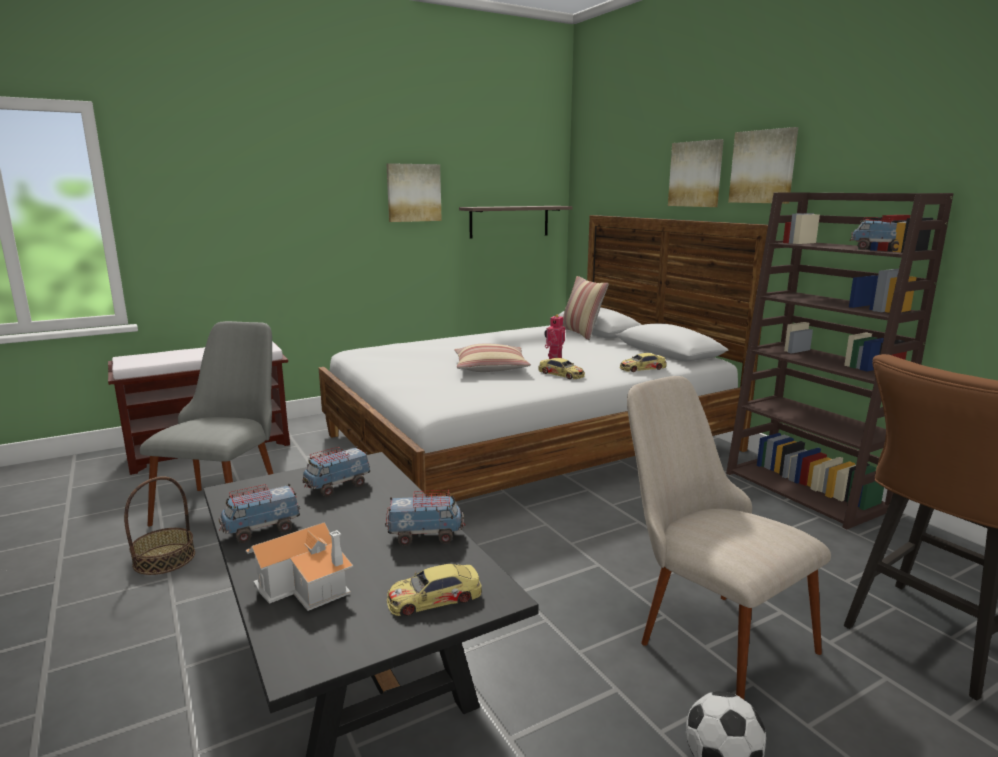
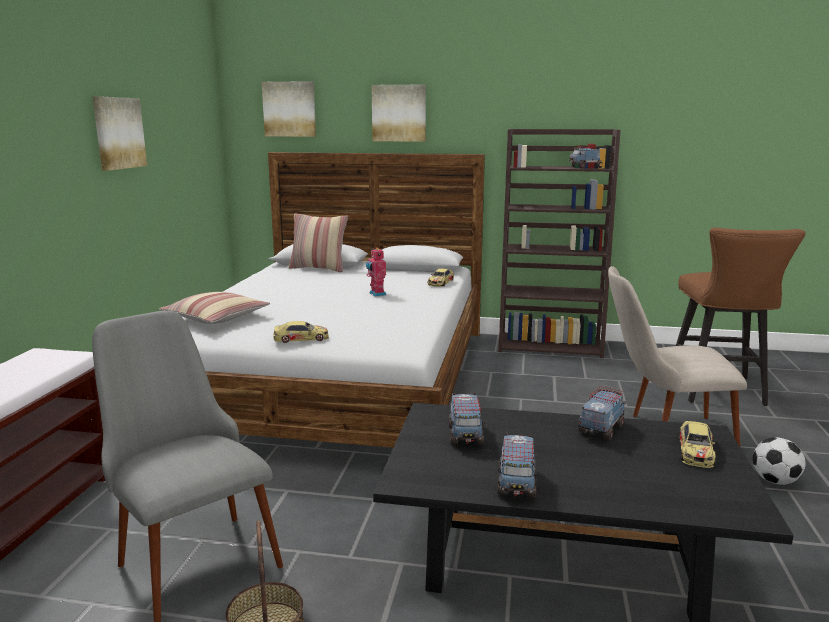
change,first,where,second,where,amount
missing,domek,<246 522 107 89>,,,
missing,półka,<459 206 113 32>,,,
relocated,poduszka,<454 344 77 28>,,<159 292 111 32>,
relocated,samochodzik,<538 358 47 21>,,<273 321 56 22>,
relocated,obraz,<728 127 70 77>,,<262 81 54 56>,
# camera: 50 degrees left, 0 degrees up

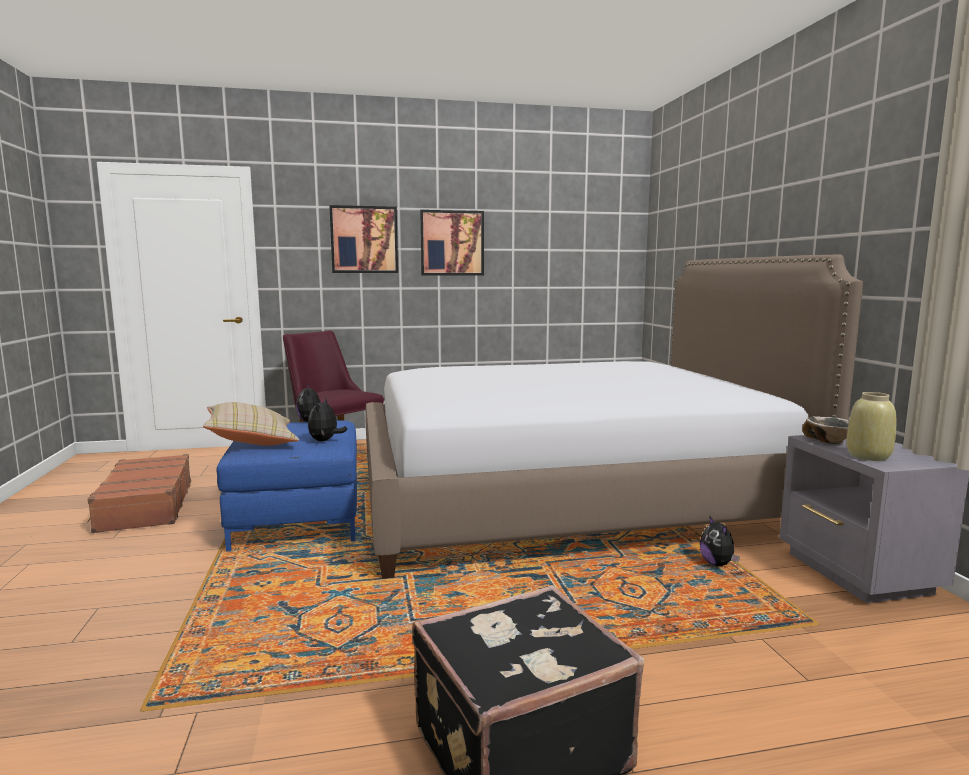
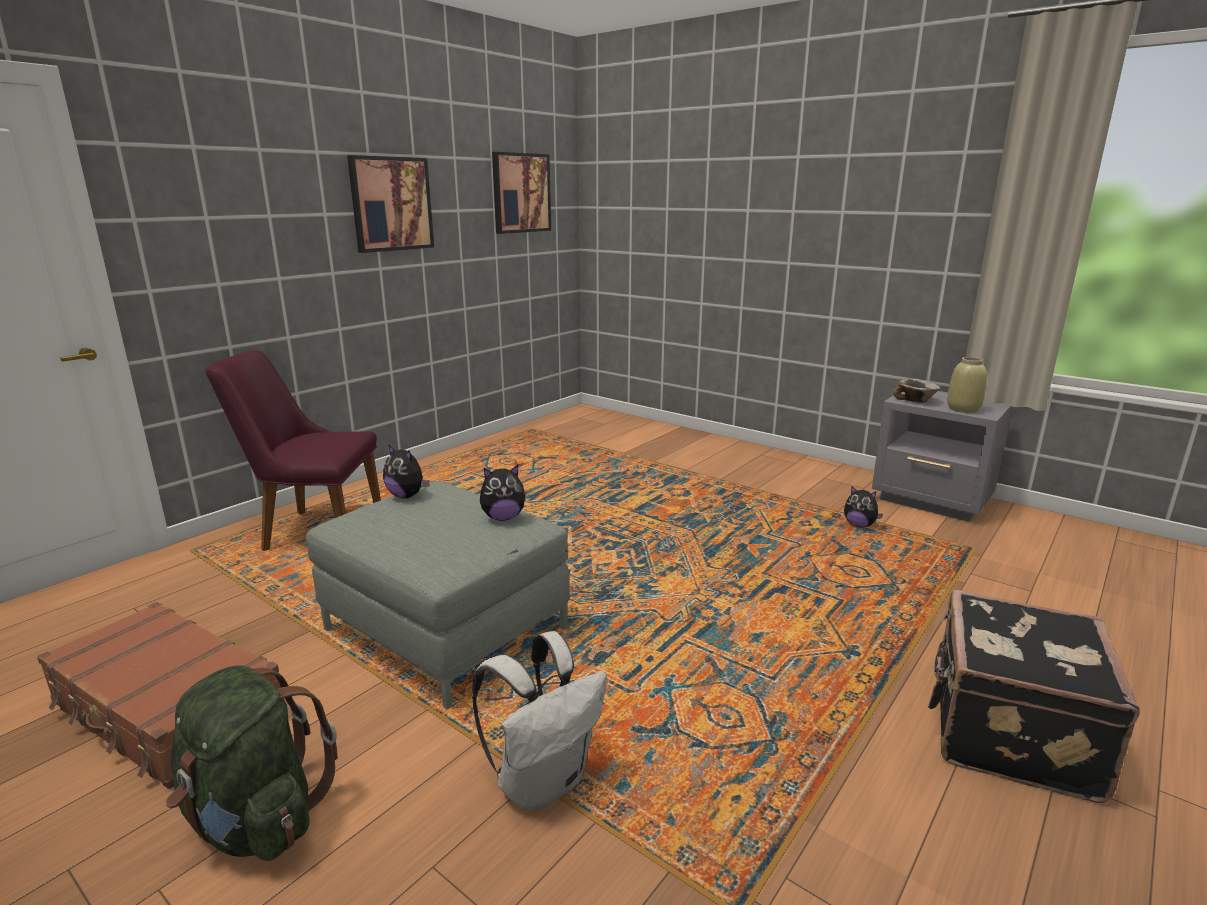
change,first,where,second,where,amount
missing,poduszka [beżowy],<203 402 96 44>,,,
missing,łóżko,<365 254 498 325>,,,
appeared,,,plecak [zielony],<166 666 172 195>,
appeared,,,plecak [biały],<472 631 135 180>,
relocated,obraz,<329 205 69 68>,,<492 152 59 82>,
colour,pufa [niebieski],<216 420 141 132>,pufa [szary],<306 481 264 228>,
spun,pluszak,<308 397 39 44>,,<480 465 47 56>,75 degrees counterclockwise
# camera: 40 degrees left, 10 degrees up

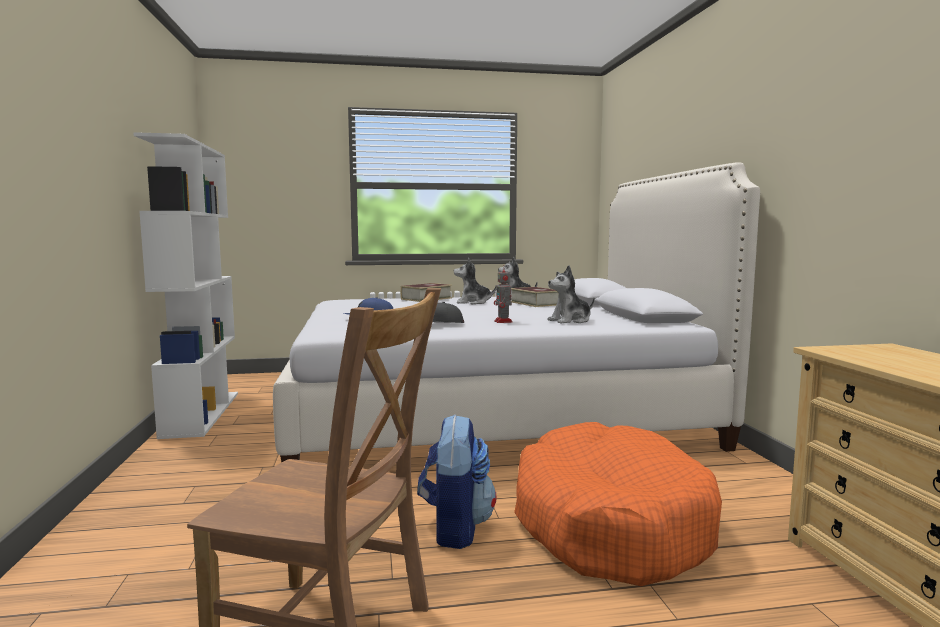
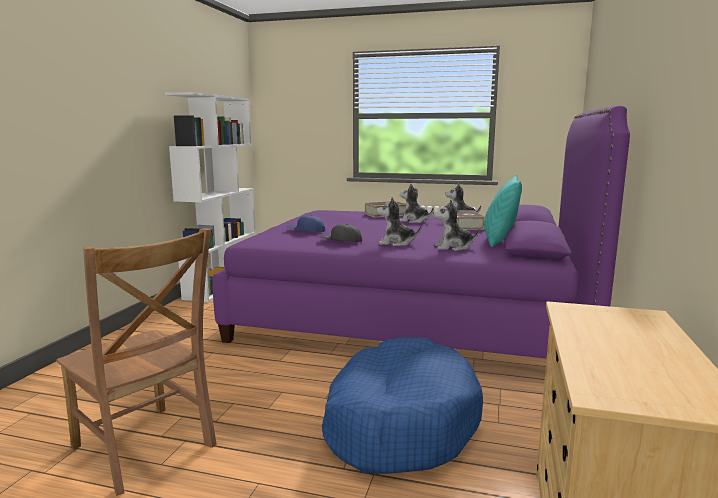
change,first,where,second,where,amount
missing,plecak,<417 414 80 135>,,,
appeared,,,poduszka [turkusowy],<484 175 38 72>,
exchanged,robot zabawkowy,<494 266 19 57>,pluszak,<377 197 44 49>,
colour,łóżko [biały],<273 163 487 299>,łóżko [fioletowy],<212 106 418 253>,
colour,legowisko [pomarańczowy],<514 422 208 164>,legowisko [niebieski],<322 337 161 137>,
# camera: 25 degrees right, 5 degrees up

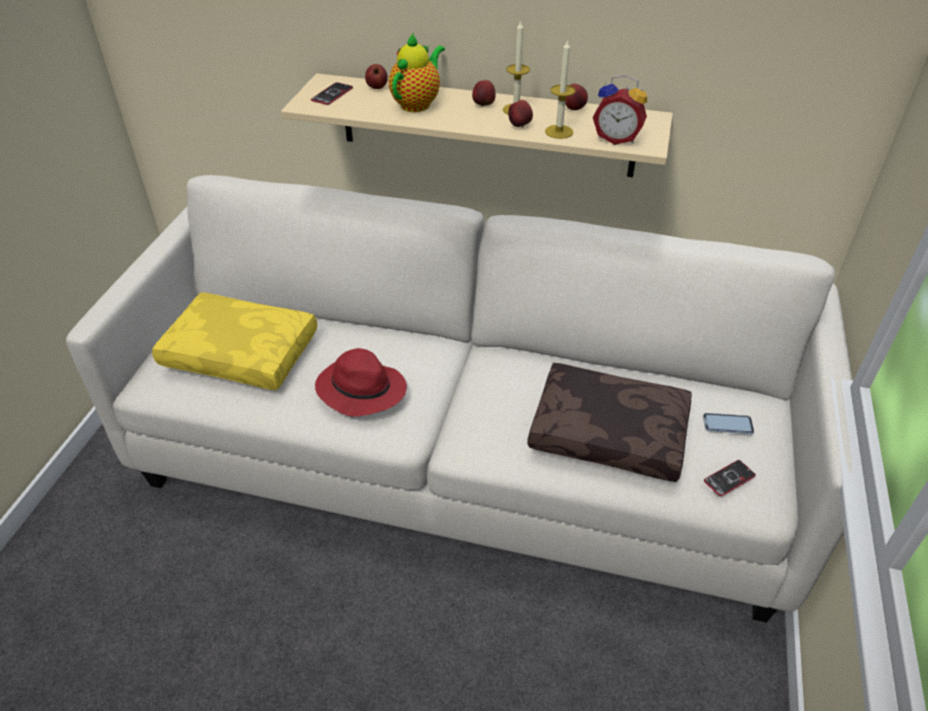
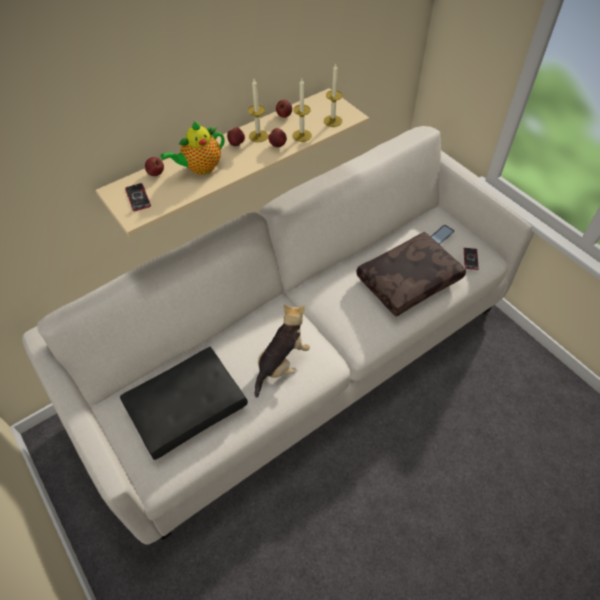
change,first,where,second,where,amount
exchanged,kapelusz [czerwony],<315 348 92 69>,pluszak,<255 305 55 93>,
exchanged,budzik,<593 75 54 70>,świeca,<324 64 19 63>,
colour,poduszka [żółty],<152 292 165 98>,poduszka [czarny],<120 347 128 113>,
spun,imbryk,<389 32 56 80>,,<160 121 65 54>,105 degrees counterclockwise
# camera: 50 degrees left, 10 degrees up

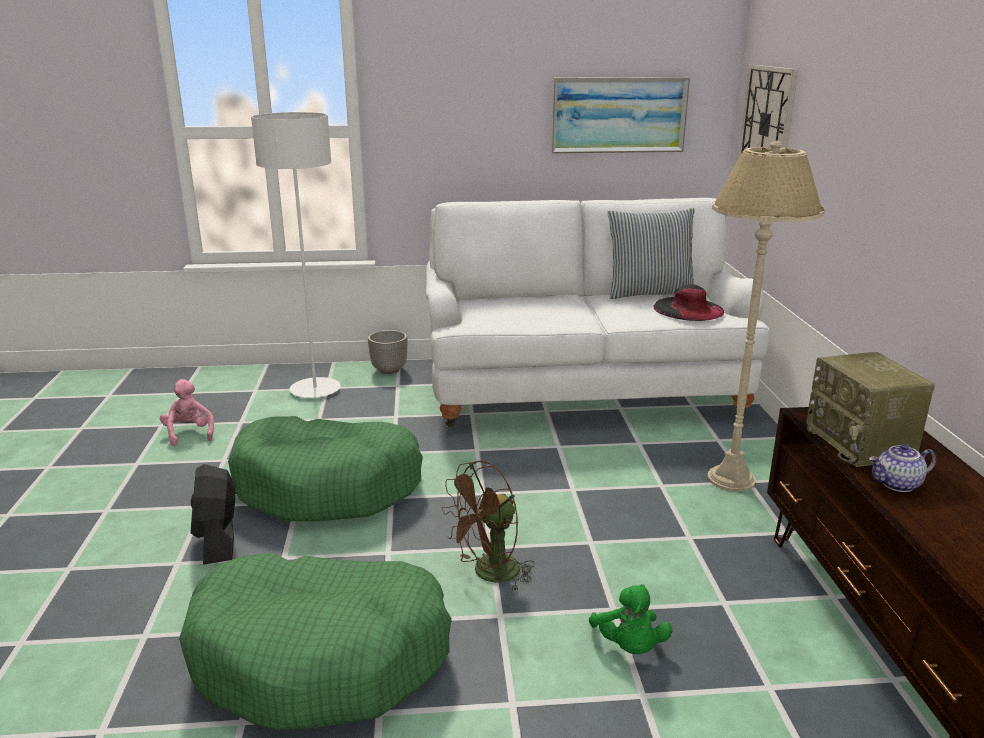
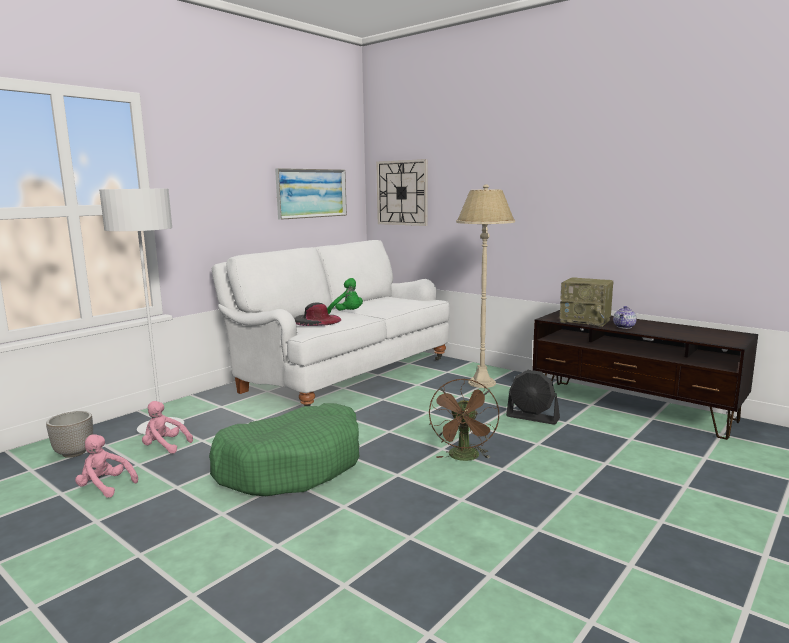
change,first,where,second,where,amount
missing,legowisko [zielony],<179 553 273 177>,,,
missing,poduszka,<607 208 88 91>,,,
appeared,,,pluszak [różowy],<142 401 51 53>,
relocated,wentylator [czarny],<190 464 46 101>,,<506 370 54 55>,
relocated,donica,<368 330 40 44>,,<46 411 47 47>,
relocated,pluszak [zielony],<589 584 83 70>,,<327 278 36 36>,
relocated,kapelusz [czarny],<653 284 71 37>,,<294 303 47 23>,
# camera: 45 degrees left, 10 degrees down

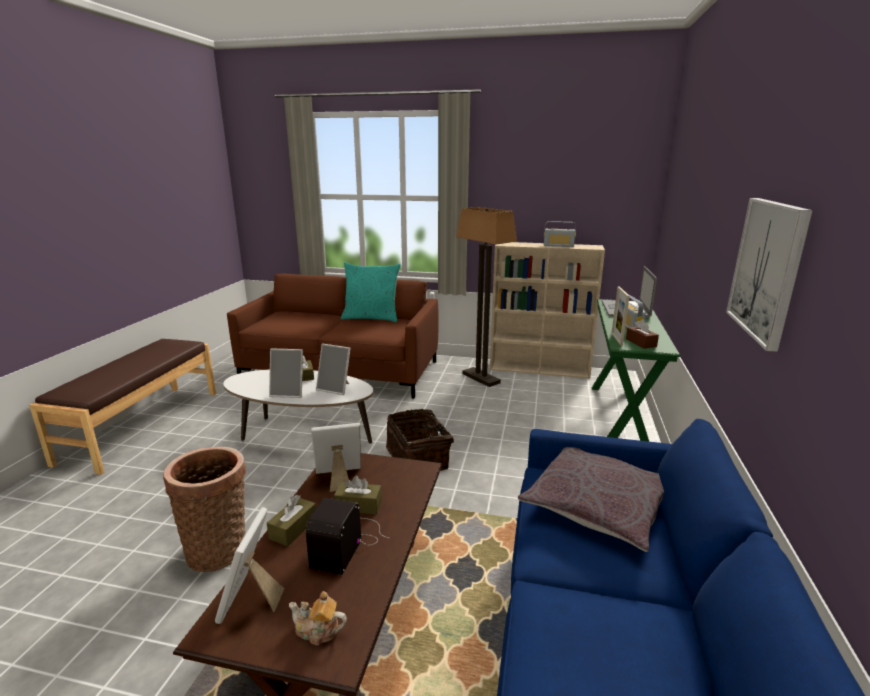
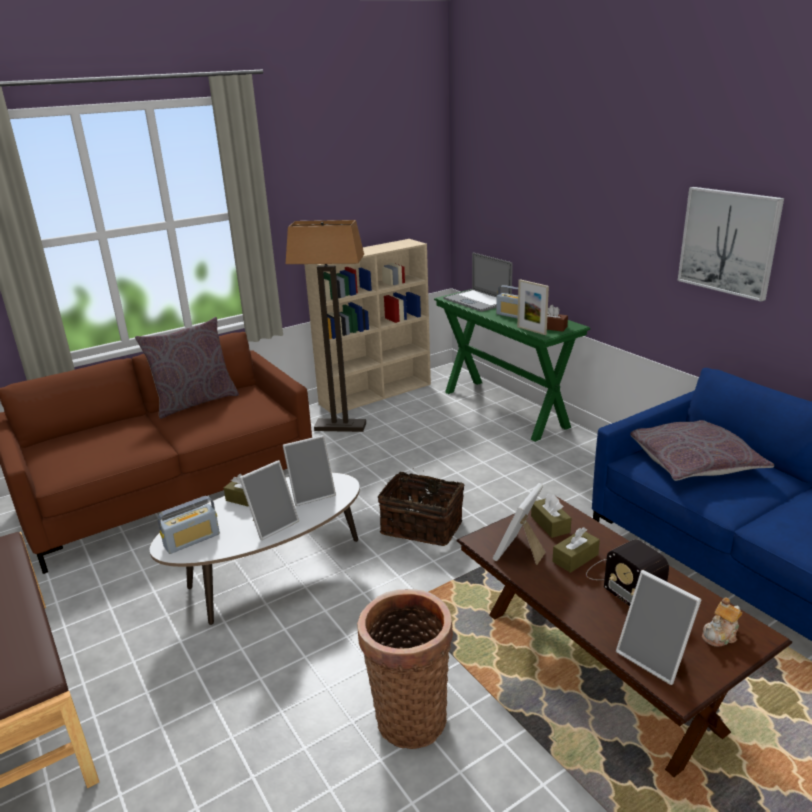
change,first,where,second,where,amount
relocated,pudełko chusteczek [brązowy],<267 495 49 51>,,<531 494 41 44>,
relocated,radio,<544 221 32 26>,,<158 496 62 58>,
colour,poduszka [turkusowy],<341 262 60 60>,poduszka [szary],<135 317 104 102>,
# camera: 45 degrees left, 5 degrees up

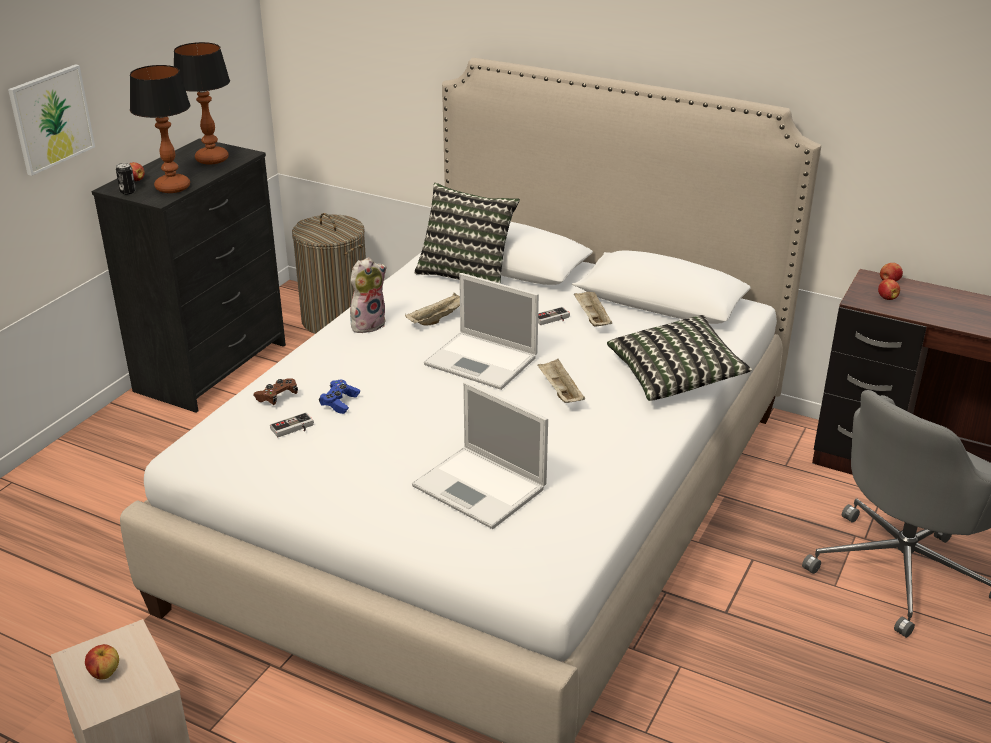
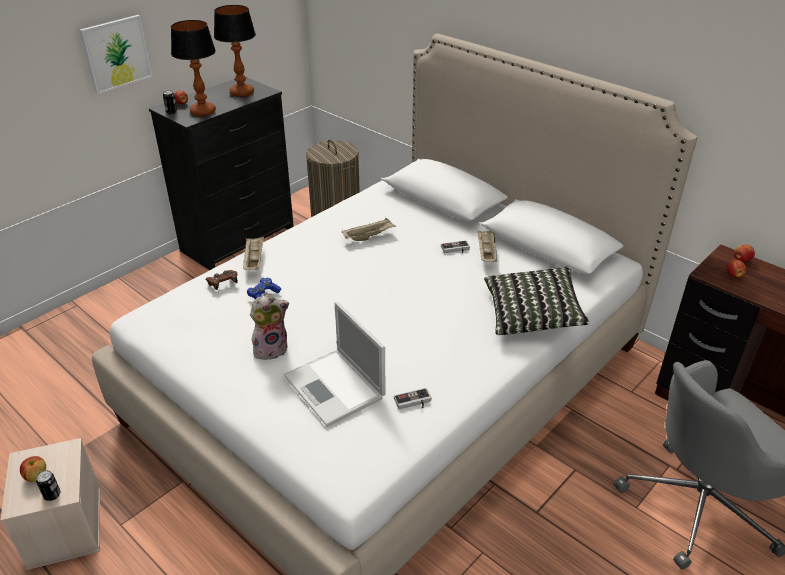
change,first,where,second,where,amount
missing,poduszka,<414 183 106 101>,,,
missing,laptop,<424 273 115 117>,,,
appeared,,,puszka,<36 470 24 31>,
relocated,pad do gier,<270 412 44 25>,,<394 388 37 21>,
relocated,pluszak,<350 257 37 76>,,<250 295 39 65>,
relocated,taca [beżowy],<537 359 48 44>,,<243 237 21 33>,
# camera: 15 degrees right, 5 degrees up

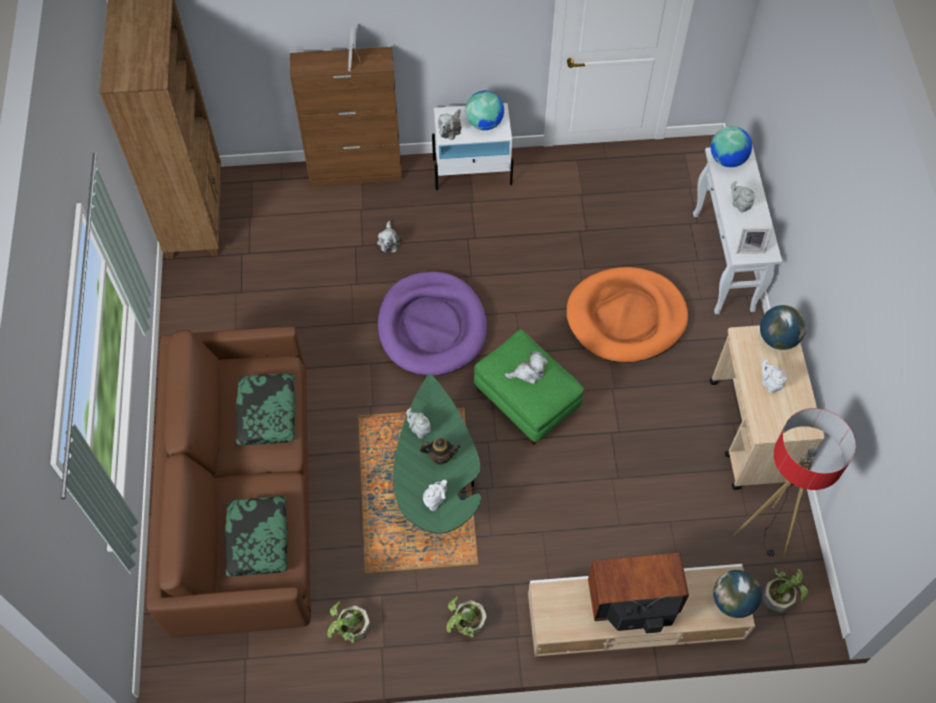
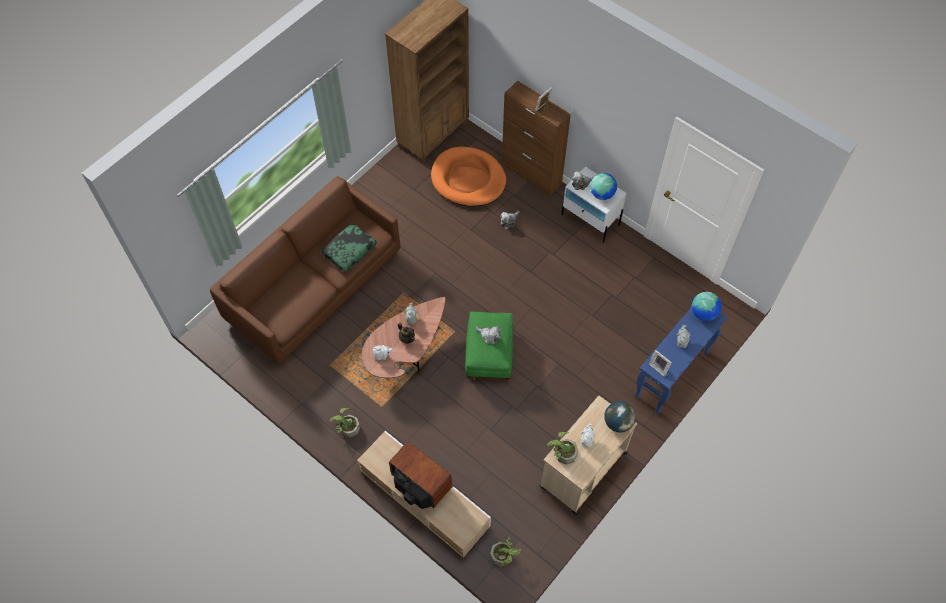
change,first,where,second,where,amount
missing,poduszka,<225 496 63 81>,,,
missing,legowisko [fioletowy],<378 271 109 105>,,,
missing,globus,<713 570 49 48>,,,
missing,lampa stojąca,<733 408 123 150>,,,
relocated,roślina doniczkowa,<327 601 44 42>,,<547 432 31 33>,
relocated,legowisko [pomarańczowy],<567 267 121 96>,,<431 147 75 60>,
colour,ława [zielony],<393 374 88 160>,ława [brązowy],<362 297 83 81>,
colour,stolik konsolowy [biały],<693 145 89 170>,stolik konsolowy [niebieski],<634 307 94 107>,
# camera: 45 degrees right, 0 degrees up

